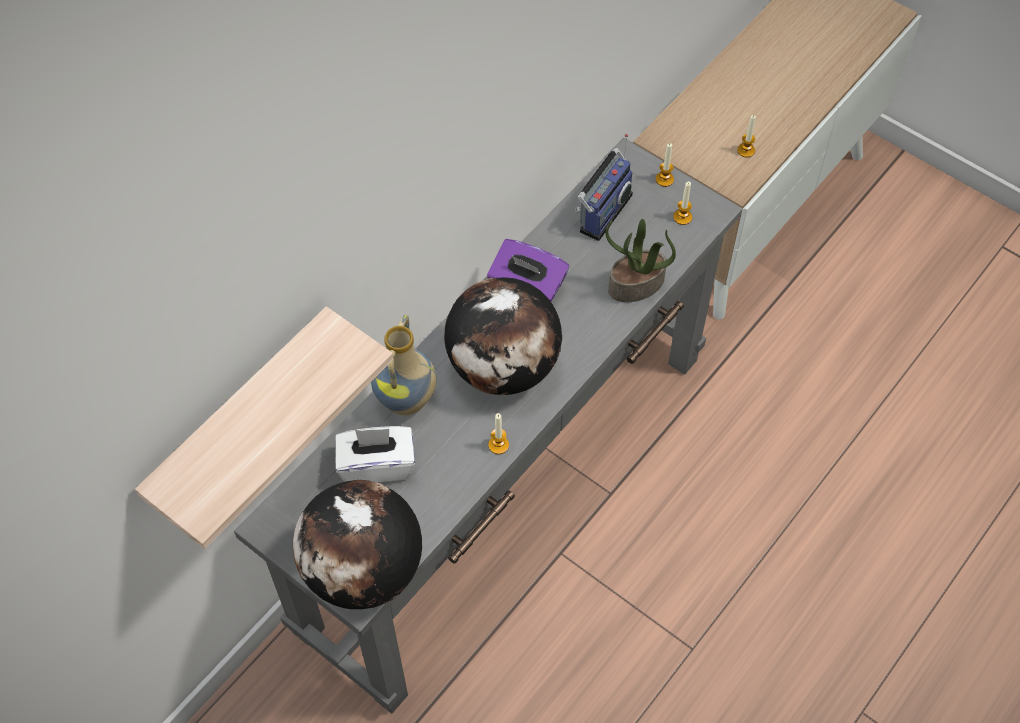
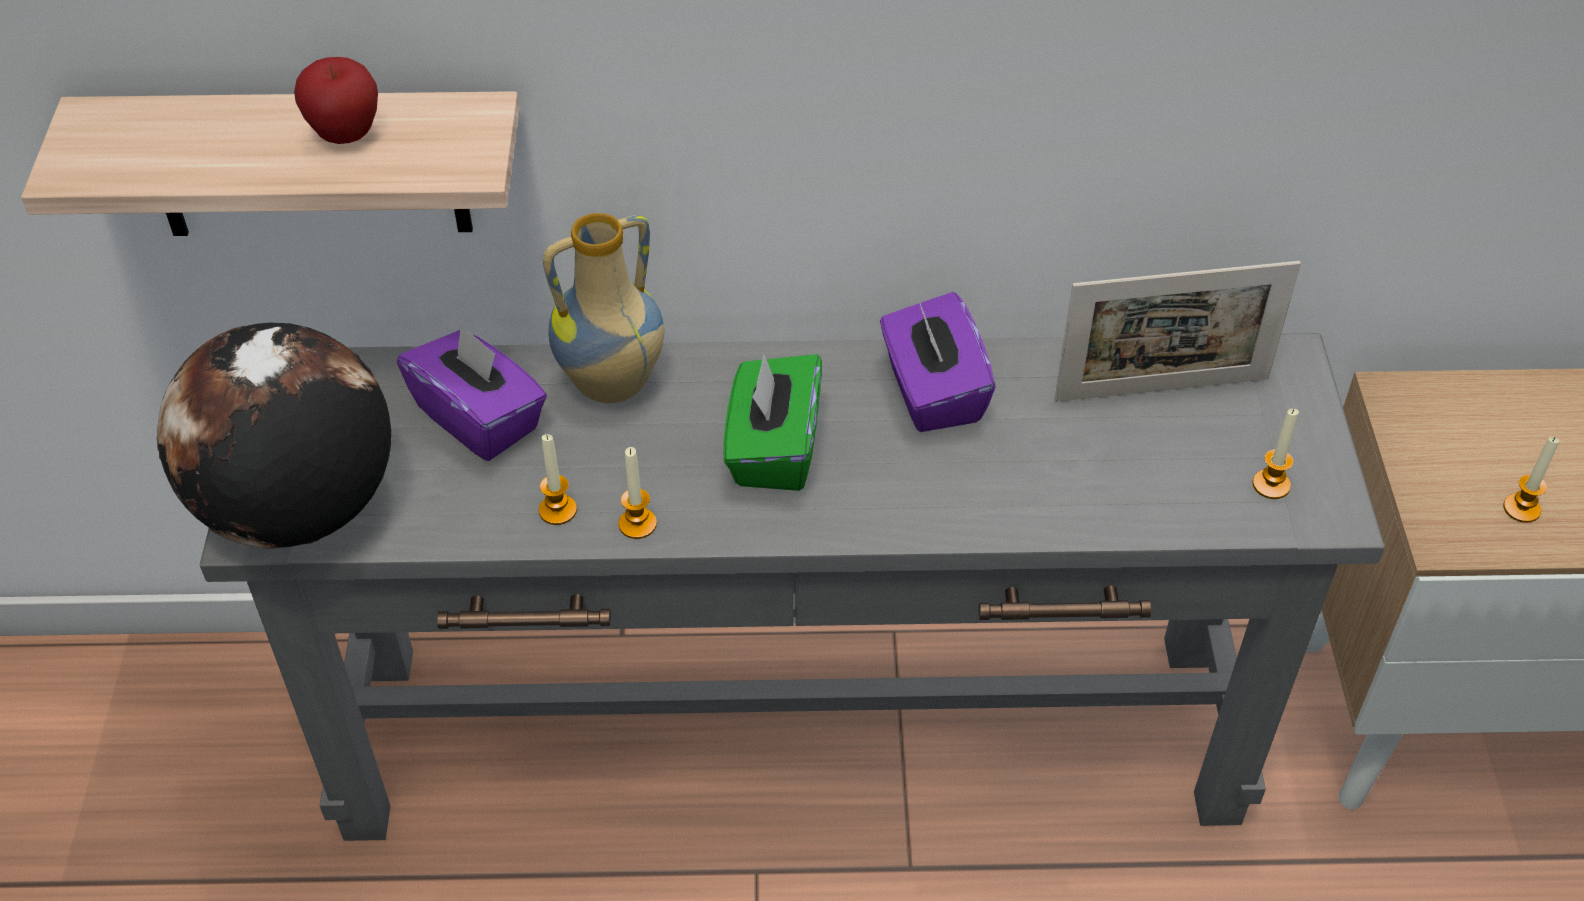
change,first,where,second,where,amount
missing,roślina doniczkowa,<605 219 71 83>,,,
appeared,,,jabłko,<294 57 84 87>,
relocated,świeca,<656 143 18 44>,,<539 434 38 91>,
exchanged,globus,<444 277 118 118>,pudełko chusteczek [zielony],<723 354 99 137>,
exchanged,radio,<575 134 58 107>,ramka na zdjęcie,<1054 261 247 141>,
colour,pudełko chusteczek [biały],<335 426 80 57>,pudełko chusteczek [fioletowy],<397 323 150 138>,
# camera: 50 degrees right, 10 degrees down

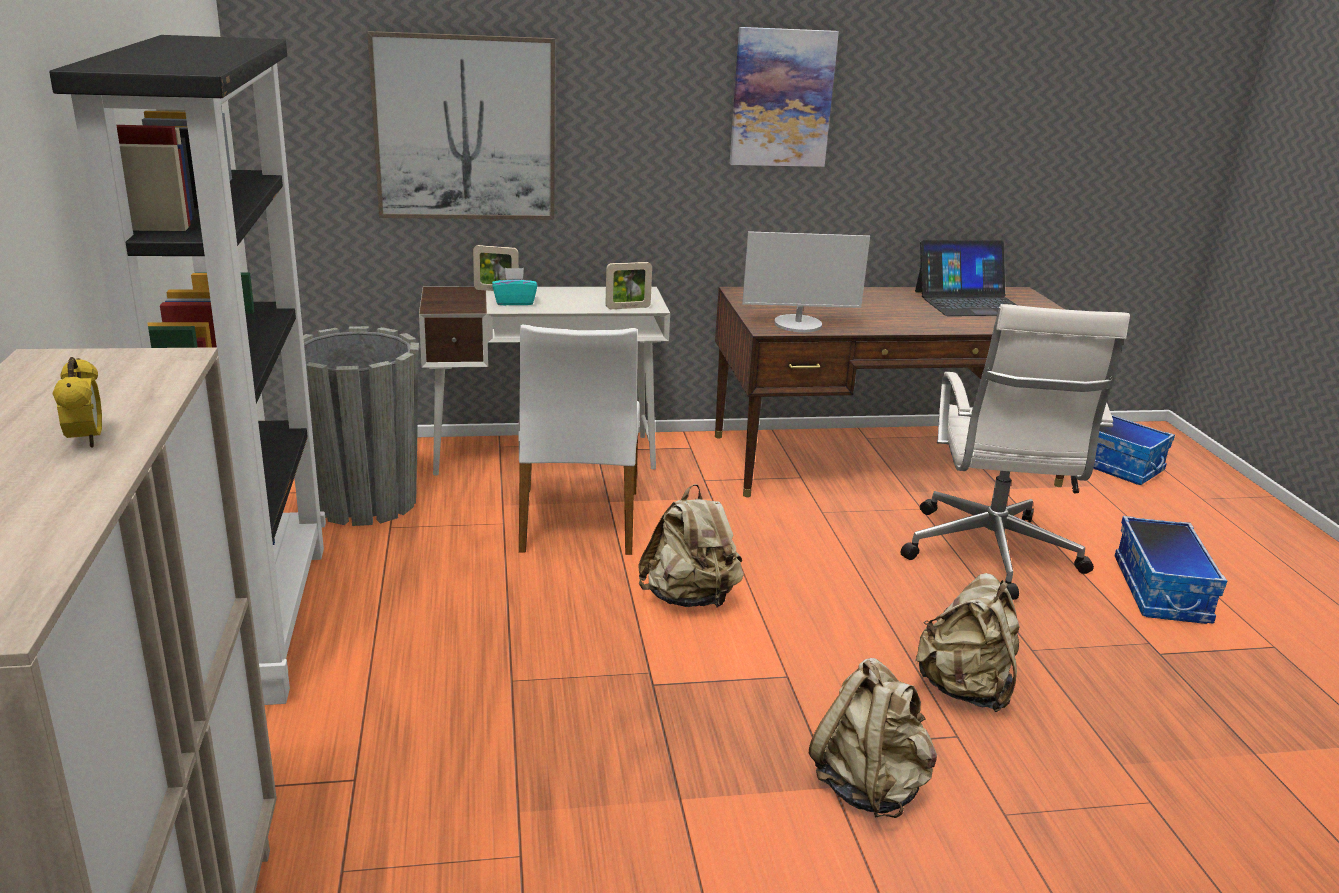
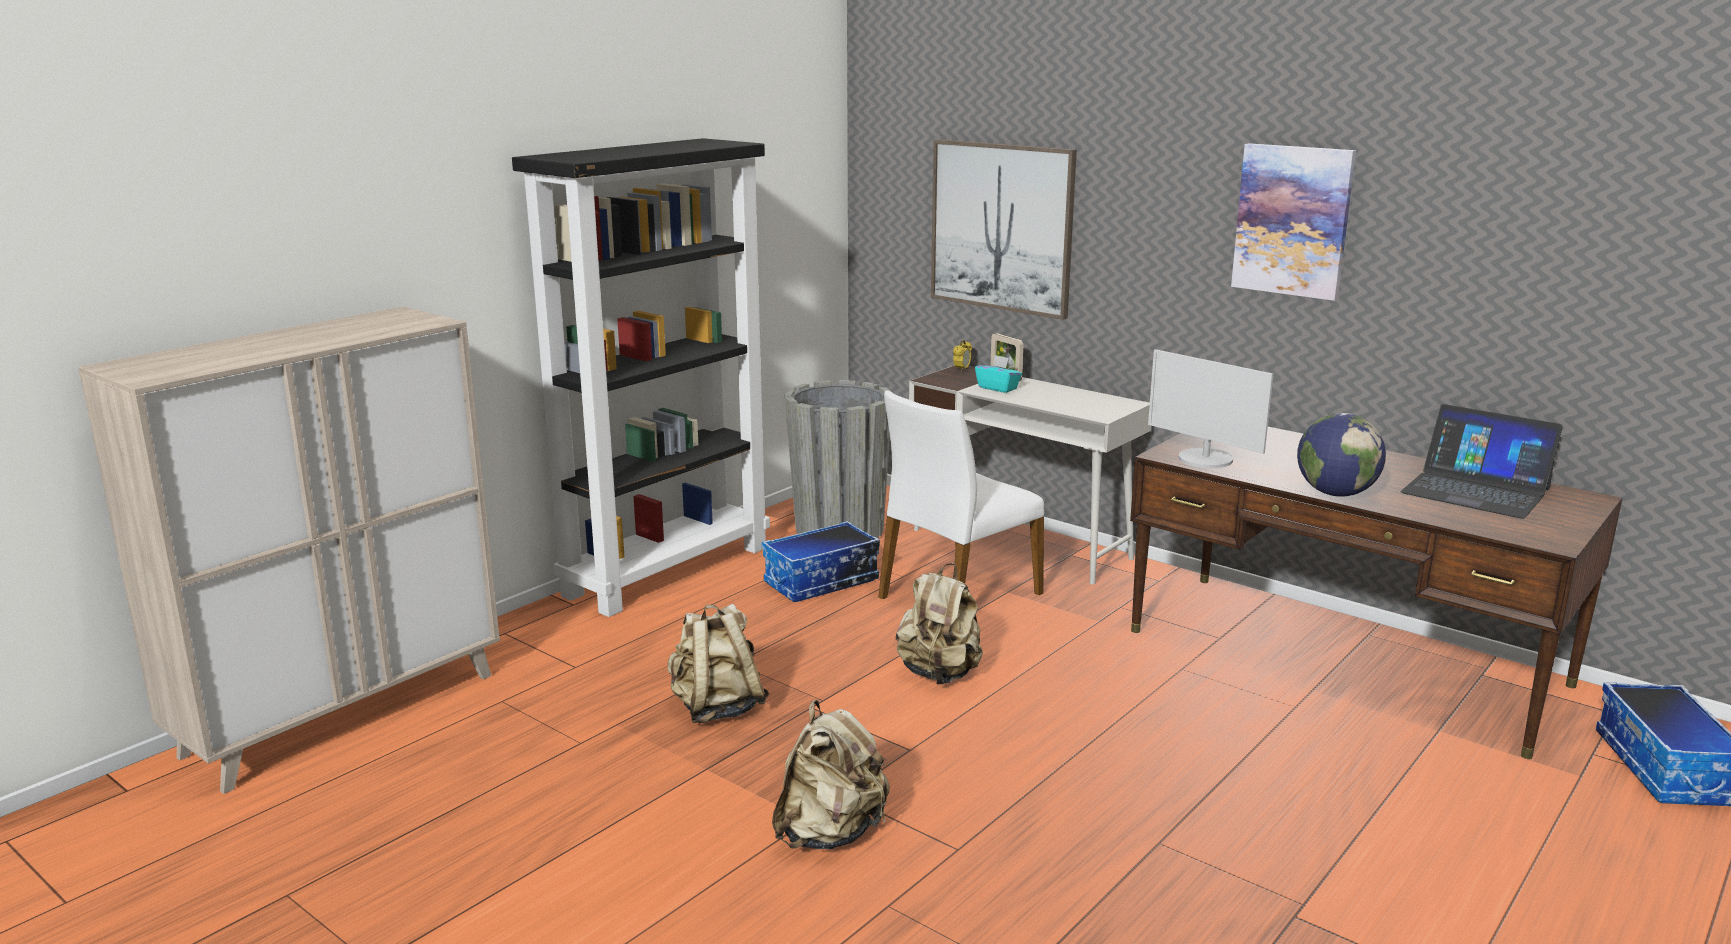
change,first,where,second,where,amount
missing,ramka na zdjęcie,<605 262 47 47>,,,
missing,krzesło biurowe [biały],<901 304 229 296>,,,
appeared,,,globus,<1297 413 89 84>,
relocated,budzik,<53 357 49 91>,,<953 340 19 32>,
relocated,plecak [beżowy],<916 573 104 139>,,<668 604 101 119>,
relocated,pojemnik do przechowywania,<1115 516 112 108>,,<762 521 118 81>,
# camera: 50 degrees right, 5 degrees down

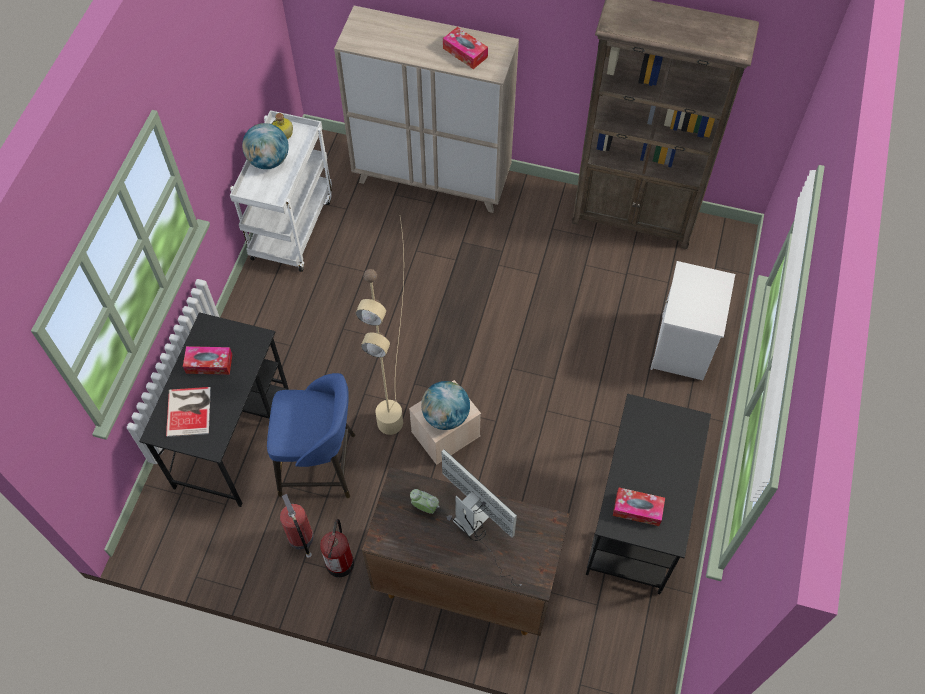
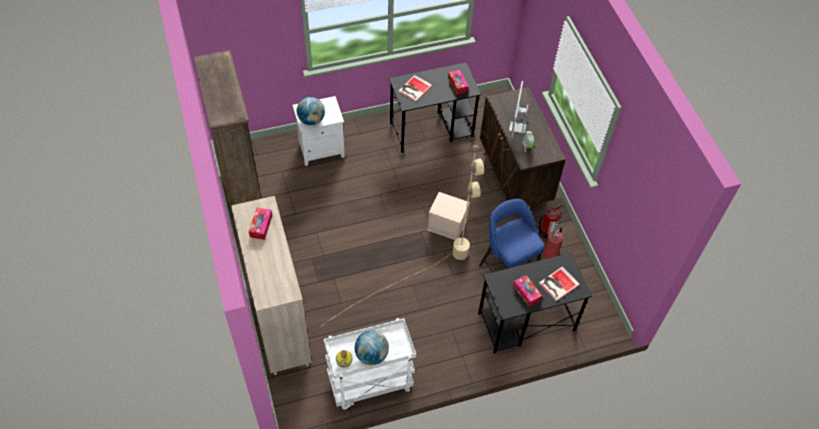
change,first,where,second,where,amount
appeared,,,książka,<398 75 35 27>,
relocated,globus,<421 381 49 49>,,<297 97 28 28>,
# camera: 125 degrees left, 5 degrees down

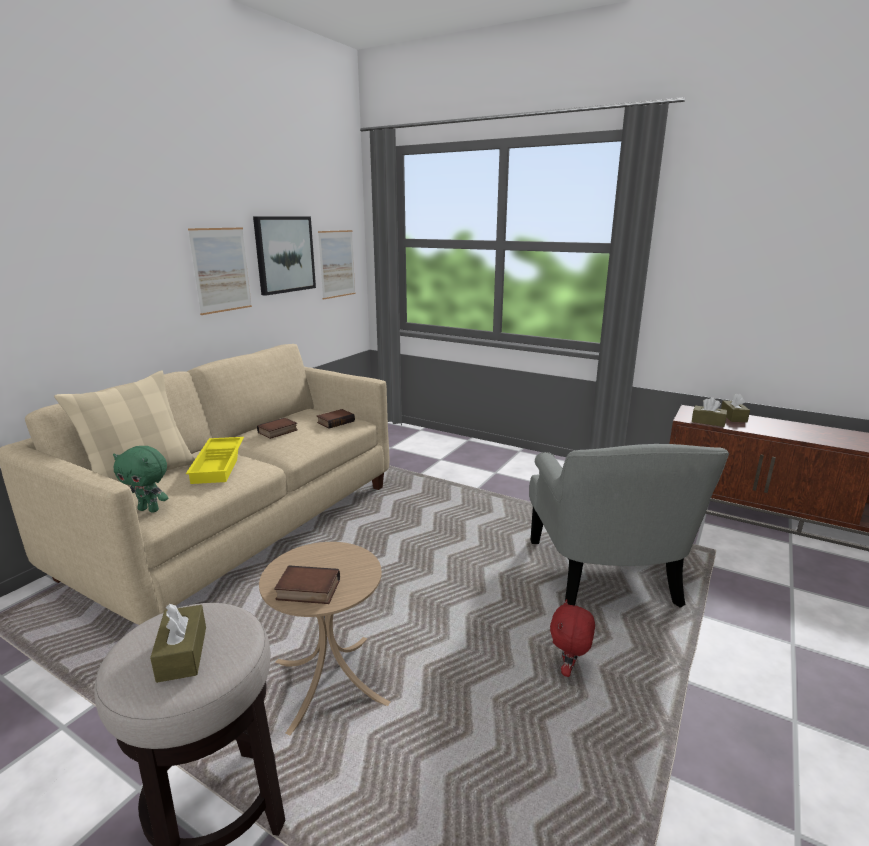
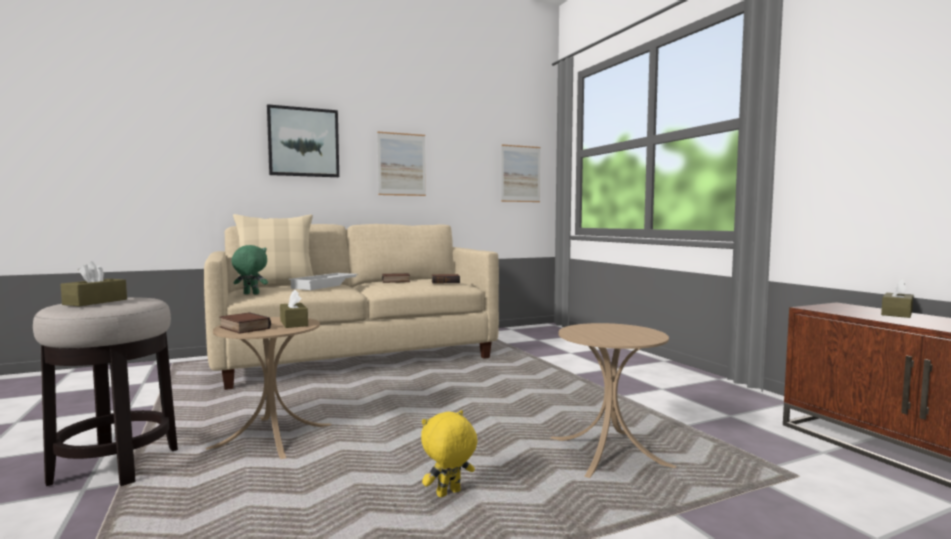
change,first,where,second,where,amount
relocated,obraz,<253 216 63 80>,,<267 104 72 73>,
relocated,pudełko chusteczek [brązowy],<692 397 35 30>,,<280 289 28 39>,
exchanged,fotel [szary],<529 444 200 164>,stolik [beżowy],<551 323 125 155>,
colour,taca [żółty],<186 437 58 47>,taca [biały],<288 273 70 17>,
colour,pluszak [czerwony],<550 599 45 78>,pluszak [żółty],<421 410 56 87>,
spun,pluszak [zielony],<113 446 55 67>,,<232 245 36 49>,135 degrees clockwise
# camera: 35 degrees right, 15 degrees down

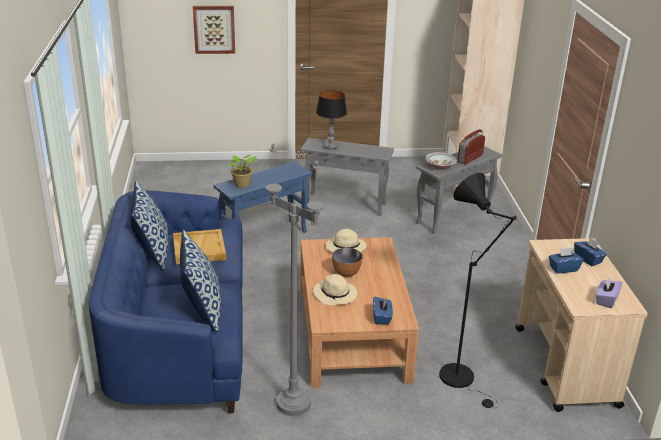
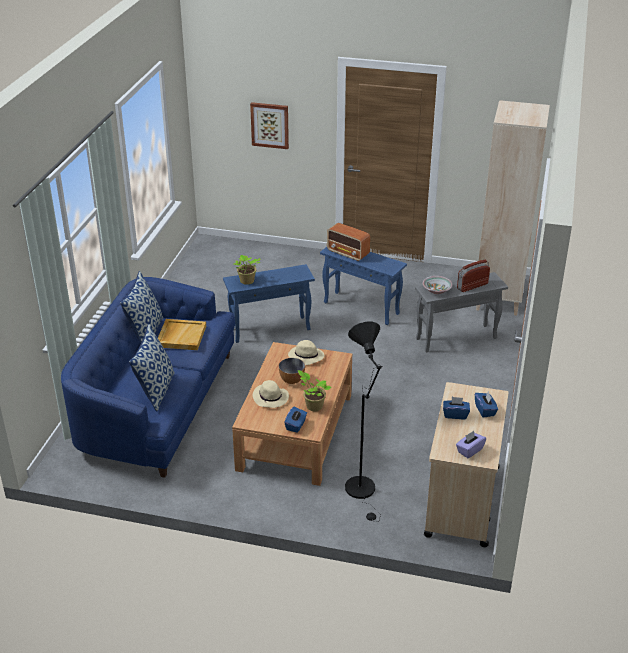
change,first,where,second,where,amount
missing,lampa stojąca [szary],<265 143 59 273>,,,
appeared,,,roślina doniczkowa,<298 370 33 41>,
exchanged,lampa stołowa,<316 90 31 60>,radio,<327 223 43 38>,
colour,stolik [szary],<301 137 93 79>,stolik [niebieski],<320 247 87 78>,
# camera: 20 degrees right, 5 degrees up

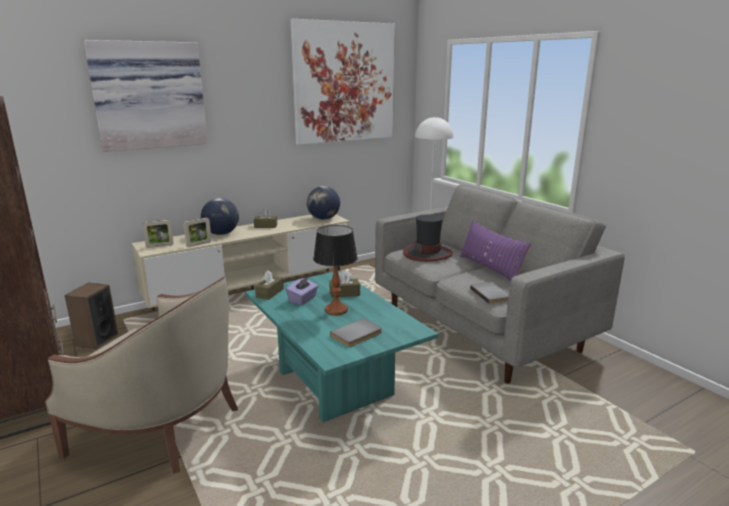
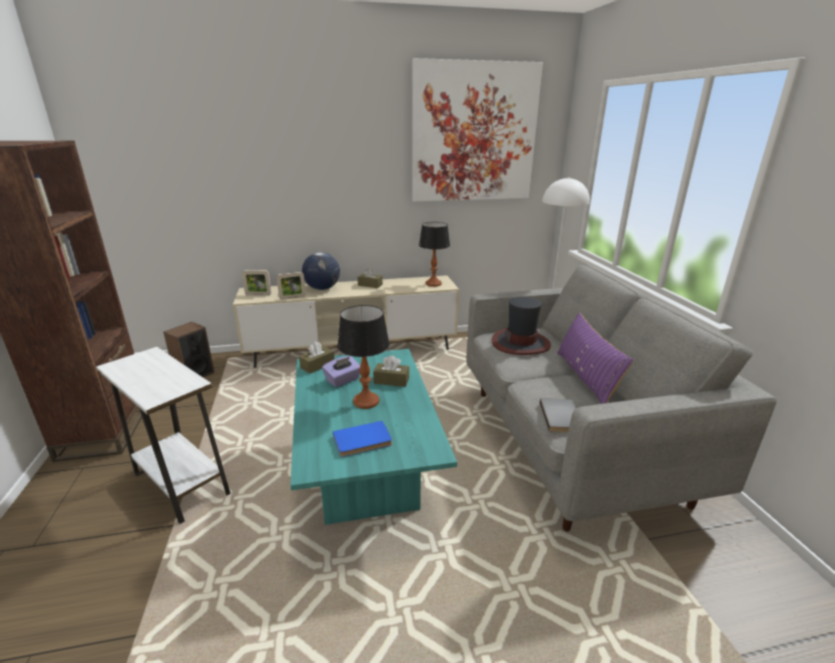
change,first,where,second,where,amount
missing,obraz,<84 40 124 112>,,,
exchanged,fotel [beżowy],<45 277 193 197>,stolik [biały],<96 347 134 177>,
exchanged,globus,<307 186 33 34>,lampa stołowa,<419 222 31 65>,
colour,książka [szary],<330 318 52 29>,książka [niebieski],<333 421 59 36>,
# camera: 20 degrees right, 5 degrees up

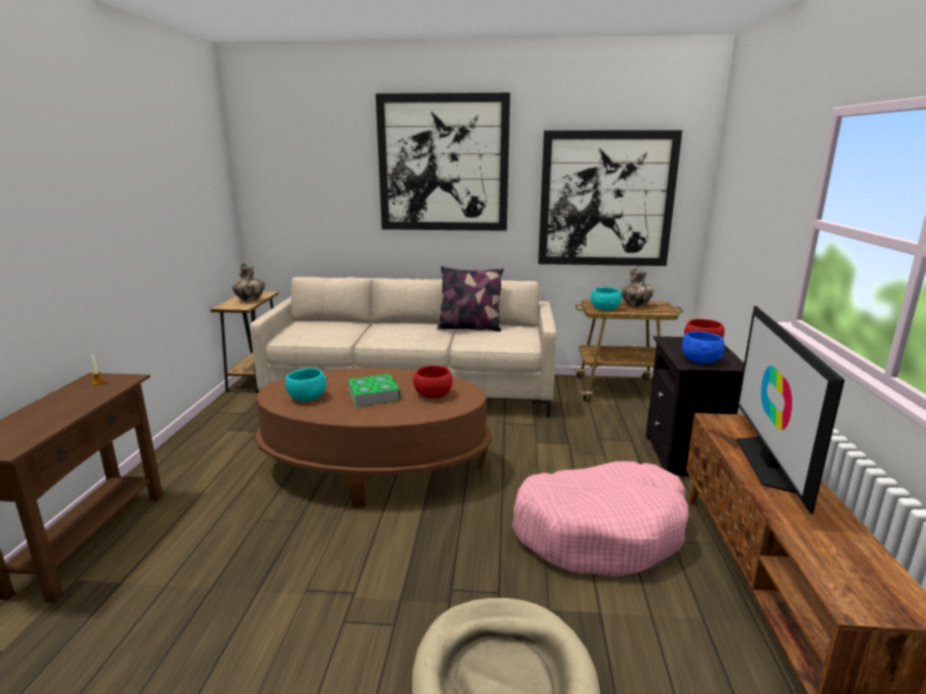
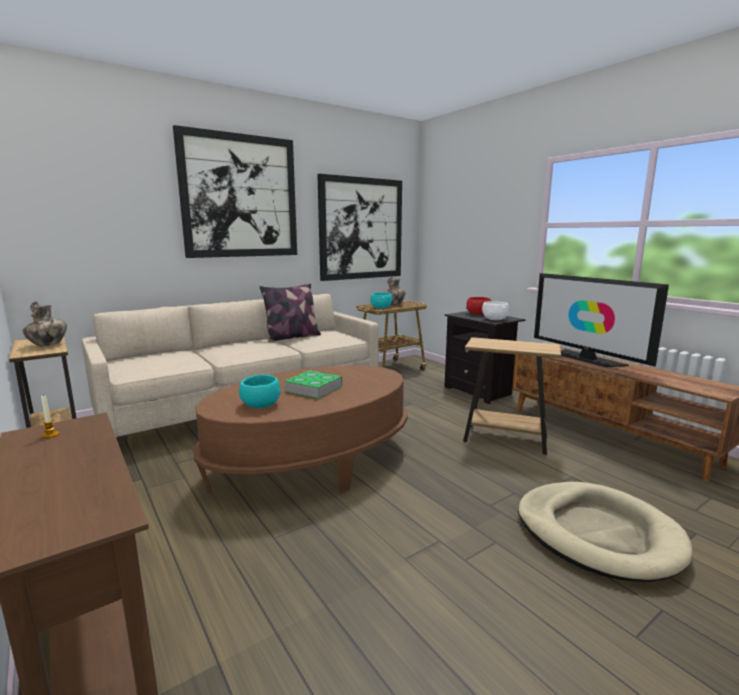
change,first,where,second,where,amount
missing,miska [czerwony],<413 366 39 32>,,,
exchanged,legowisko [różowy],<512 461 176 116>,stolik [brązowy],<463 337 98 118>,
colour,miska [niebieski],<682 331 43 33>,miska [biały],<482 301 27 19>,
# camera: 40 degrees left, 5 degrees down

